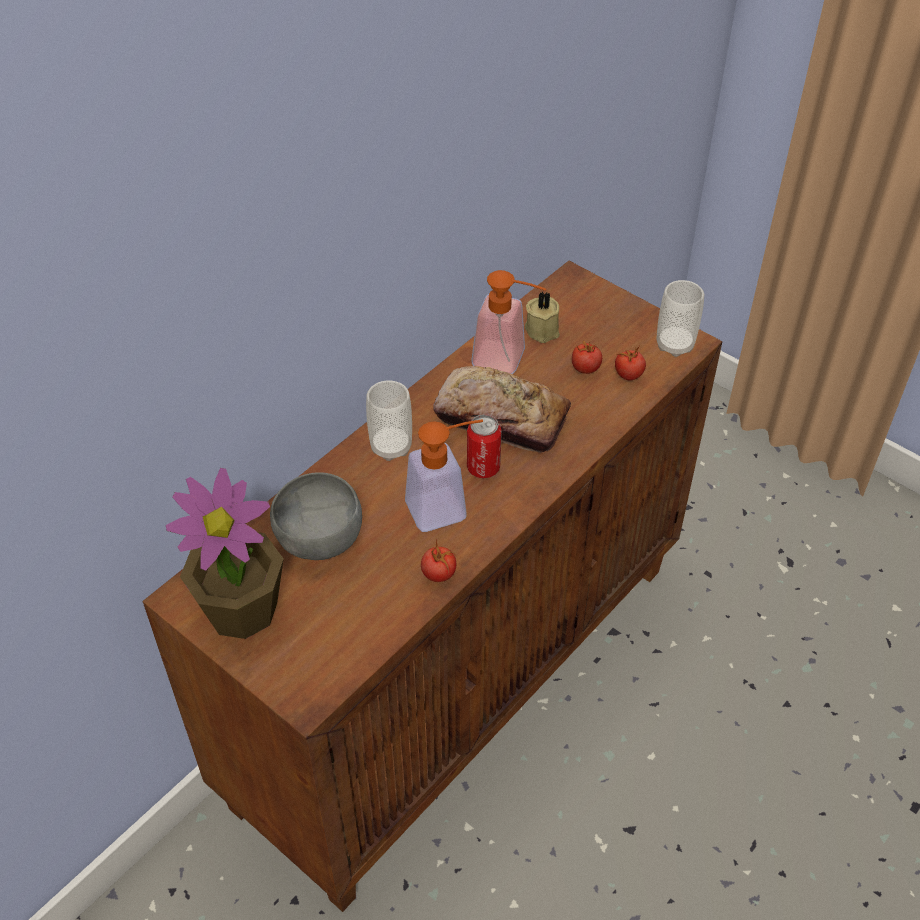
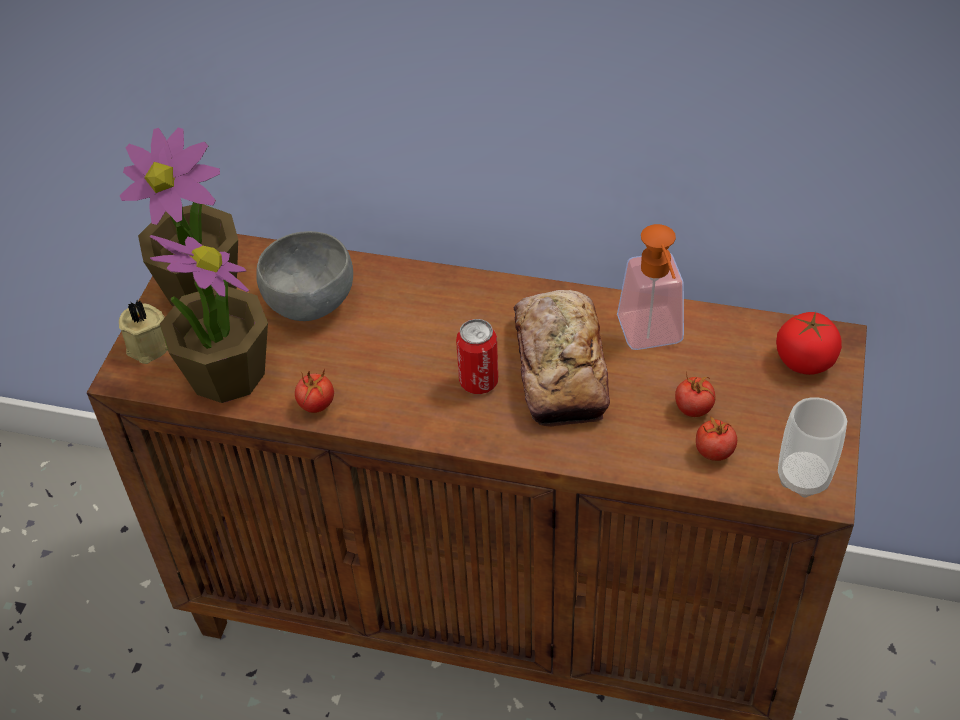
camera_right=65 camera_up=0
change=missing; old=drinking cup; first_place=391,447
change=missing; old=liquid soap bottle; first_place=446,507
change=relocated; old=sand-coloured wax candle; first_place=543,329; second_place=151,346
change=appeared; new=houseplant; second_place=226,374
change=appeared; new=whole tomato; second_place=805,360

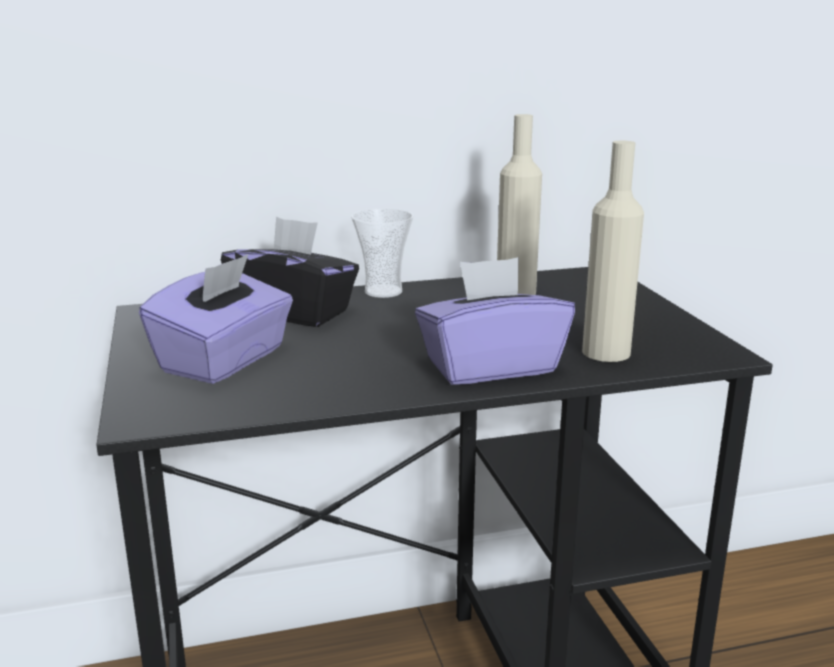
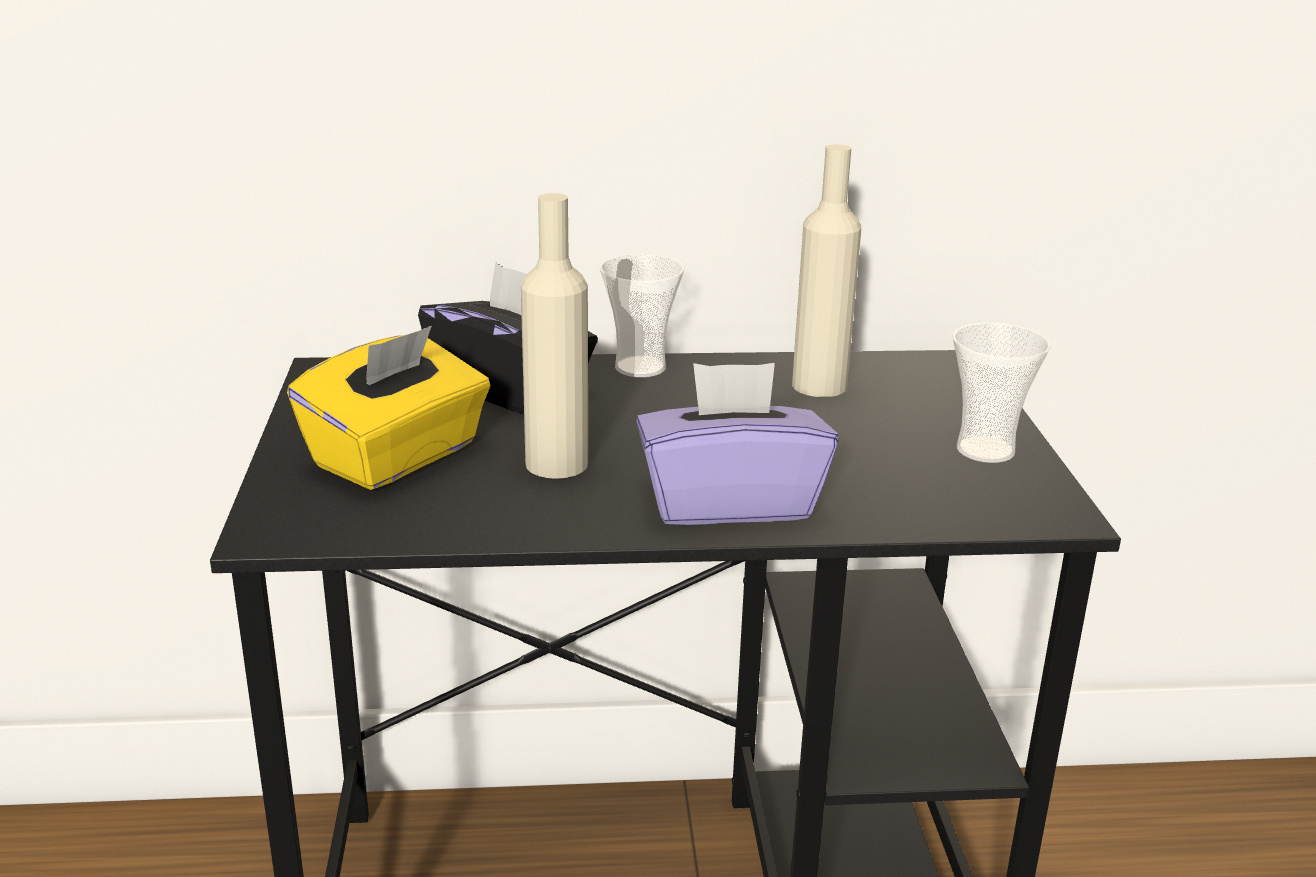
camera_right=10 camera_up=5
change=colour; old=purplish tissue box; new=yellow-coloured tissue box; first_place=225,360; second_place=397,456
change=relocated; old=sand-coloured bottle; first_place=606,352; second_place=556,463
change=appeared; new=drinking cup; second_place=985,450

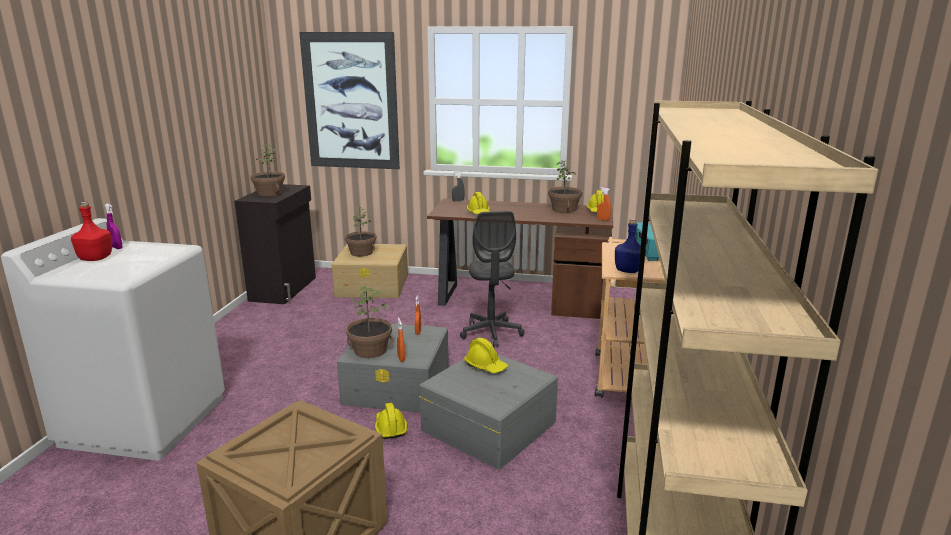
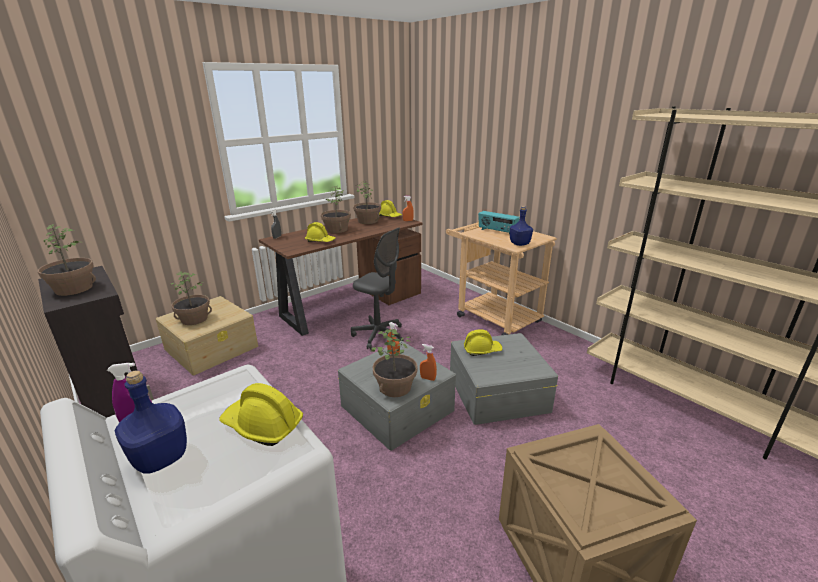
camera_right=-50 camera_up=5
change=colour; old=red bottle; new=blue bottle; first_place=95,259; second_place=161,458
change=missing; old=wall art; first_place=351,102
change=relocated; old=yellow-coloured work helmet; first_place=390,427; second_place=262,425
change=appeared; new=houseplant; second_place=336,230

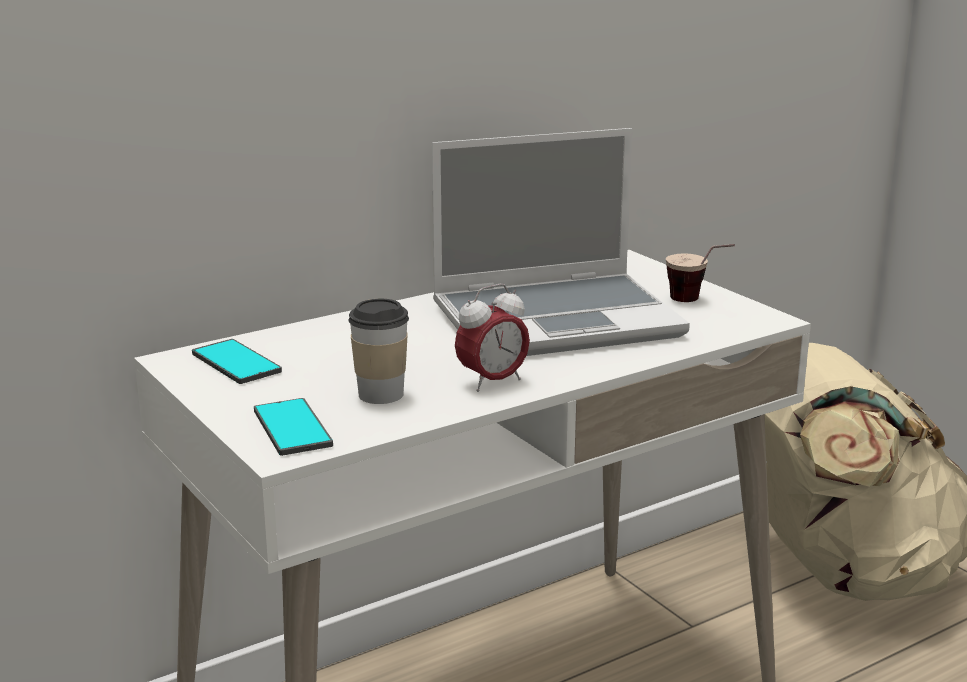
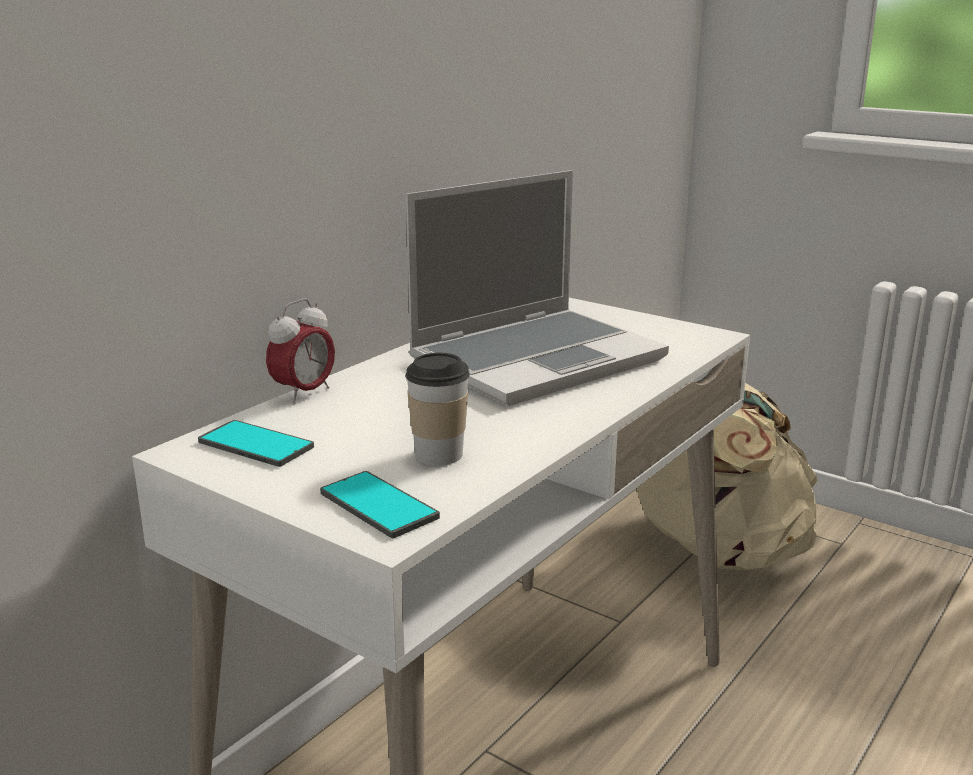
camera_right=-20 camera_up=0
change=relocated; old=bedside clock; first_place=492,382; second_place=304,393
change=missing; old=drinking cup; first_place=698,302

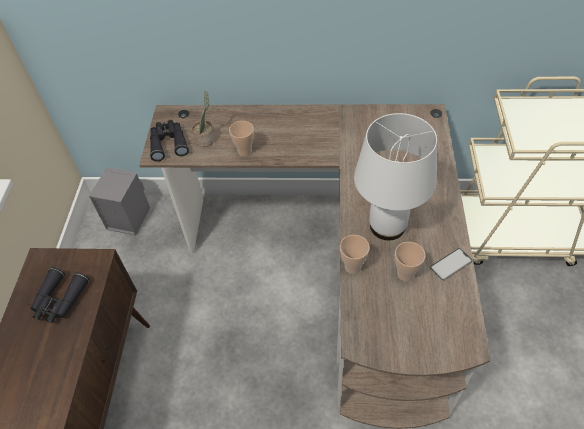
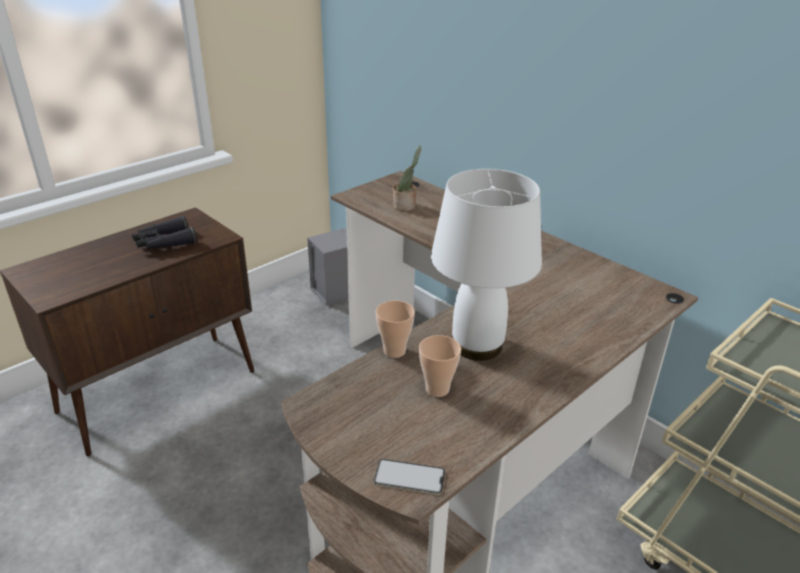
camera_right=40 camera_up=-20
change=missing; old=blackish binoculars; first_place=168,143
change=missing; old=drinking cup; first_place=244,151
change=relocated; old=phone; first_place=451,264; second_place=409,477

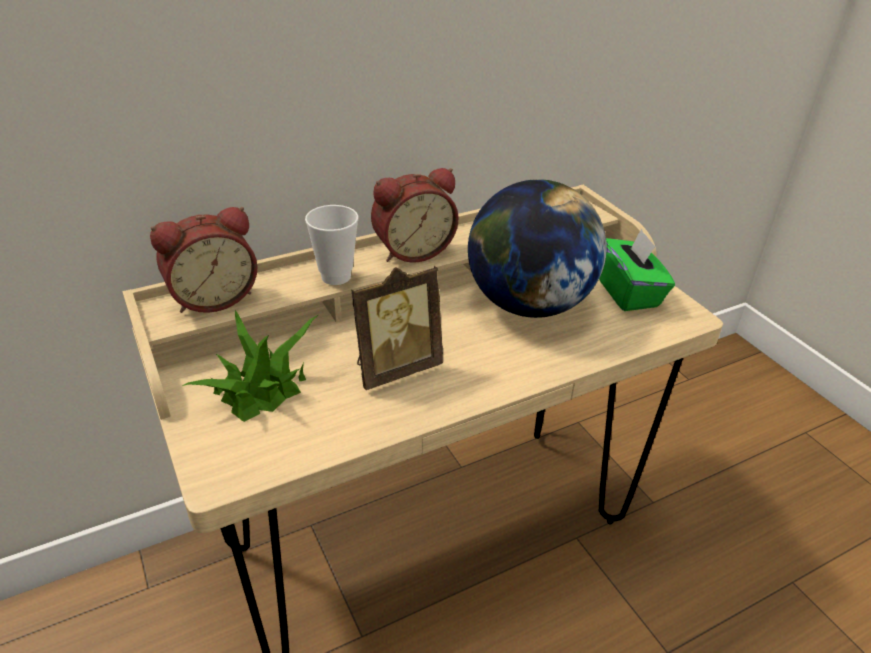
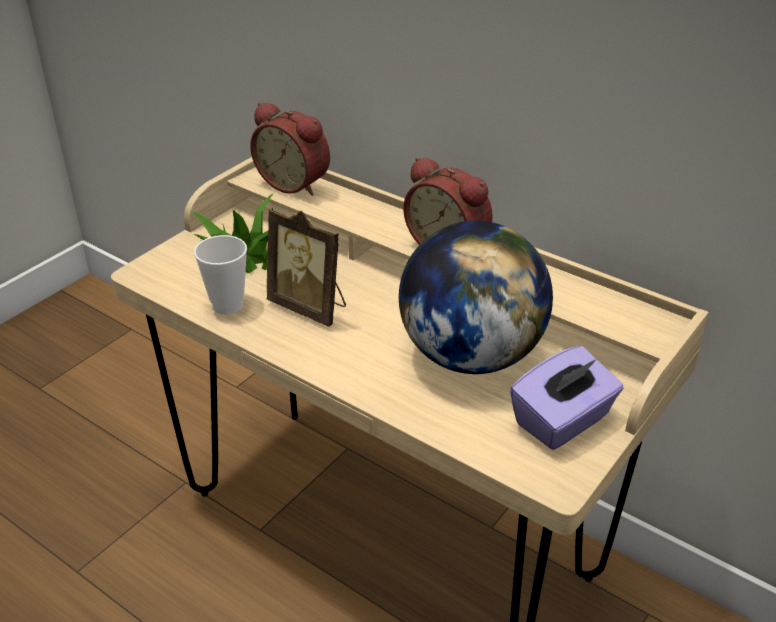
camera_right=65 camera_up=0
change=relocated; old=drinking cup; first_place=336,277; second_place=227,305
change=colour; old=green tissue box; new=purplish tissue box; first_place=628,292; second_place=563,421

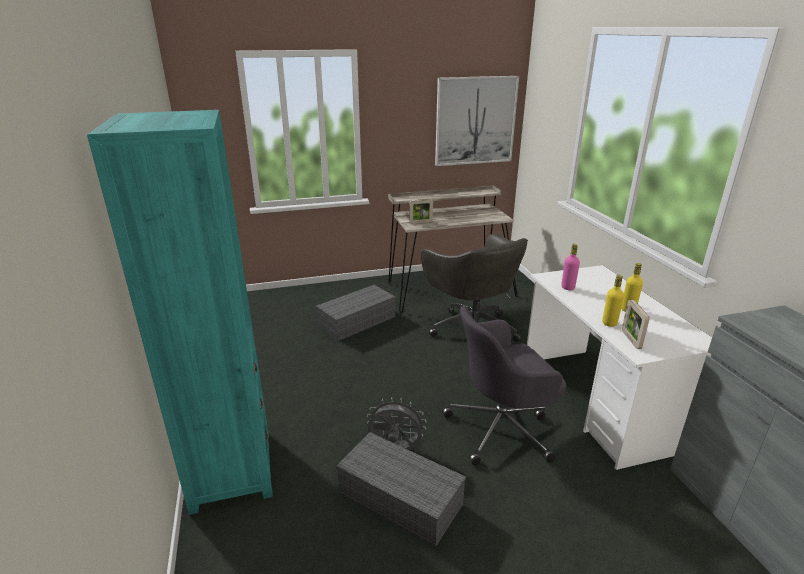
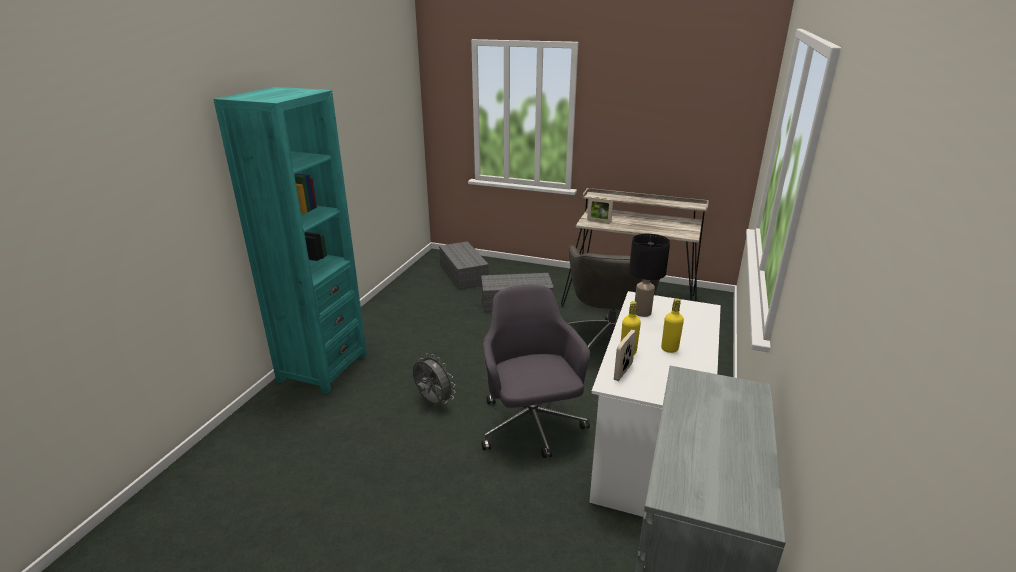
camera_right=35 camera_up=0
change=relocated; old=gray storage container; first_place=402,498; second_place=464,273
change=missing; old=wall art; first_place=475,121
change=spun; old=gray desk chair; first_place=501,428; second_place=531,426; degrees=60
change=exchanged; old=pink bottle; new=blackish lamp for a table; first_place=567,287; second_place=642,312

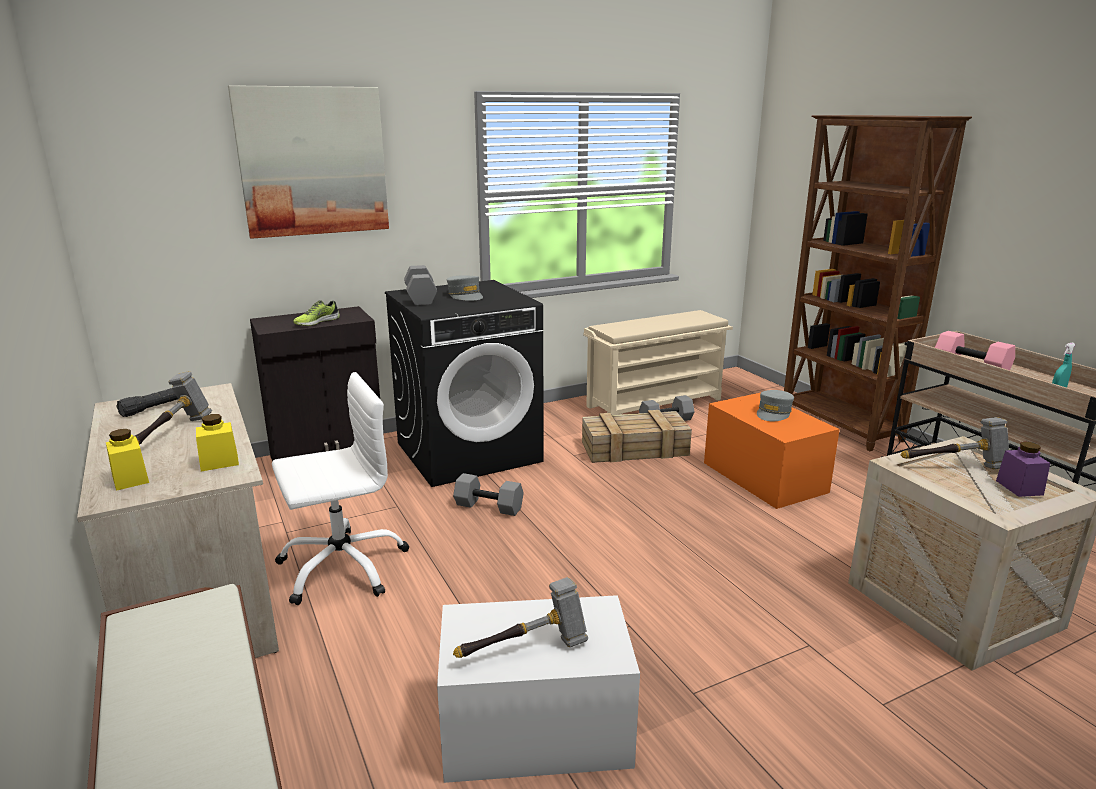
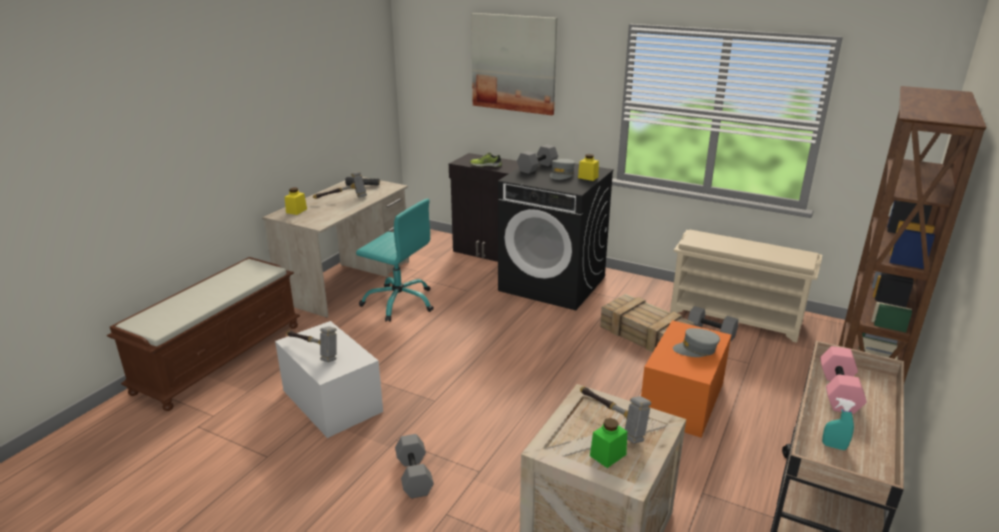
camera_right=55 camera_up=5
change=relocated; old=yellow-coloured storage jar; first_place=219,462; second_place=588,177
change=colour; old=white-coloured desk chair; new=blue-green desk chair; first_place=342,566; second_place=399,302
change=relocated; old=gray hand weight; first_place=490,506; second_place=415,476
change=colour; old=purplish storage jar; new=green storage jar; first_place=1019,487; second_place=608,455

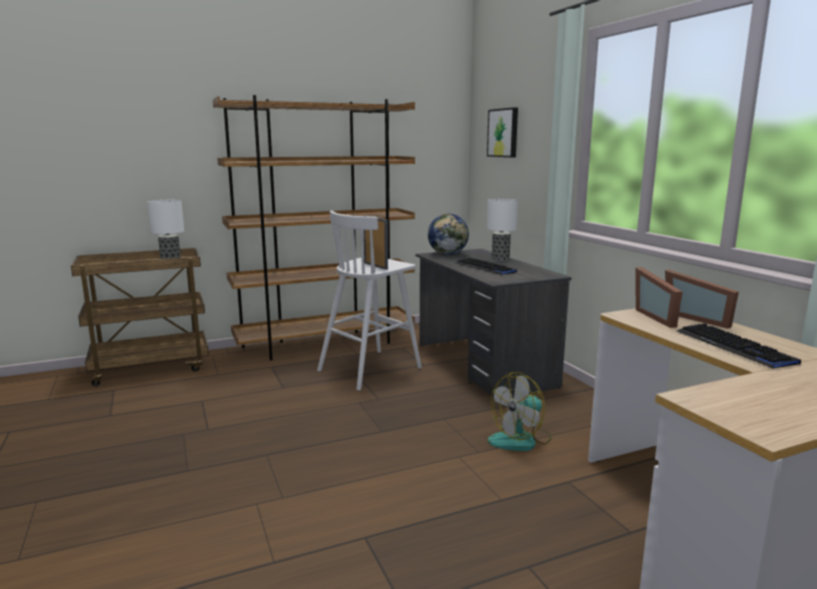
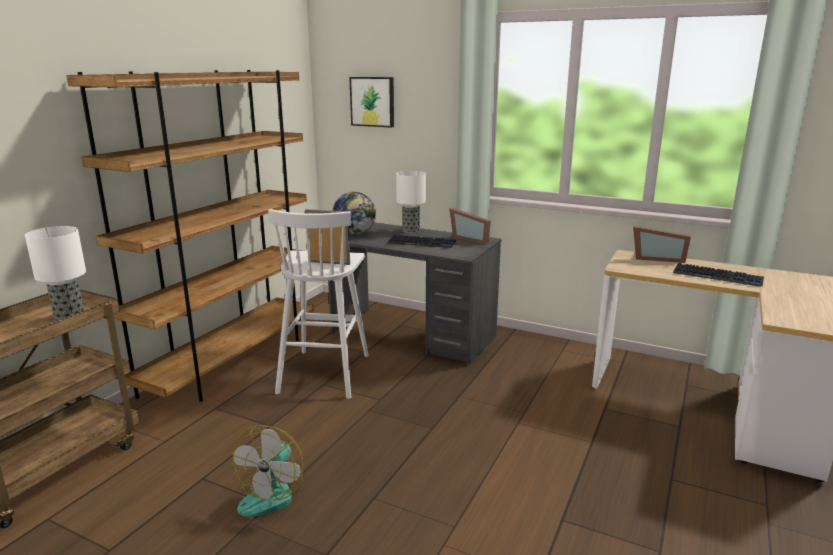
camera_right=-40 camera_up=5
change=relocated; old=electric fan; first_place=521,439; second_place=273,493
change=relocated; old=picture frame; first_place=659,317; second_place=471,239

